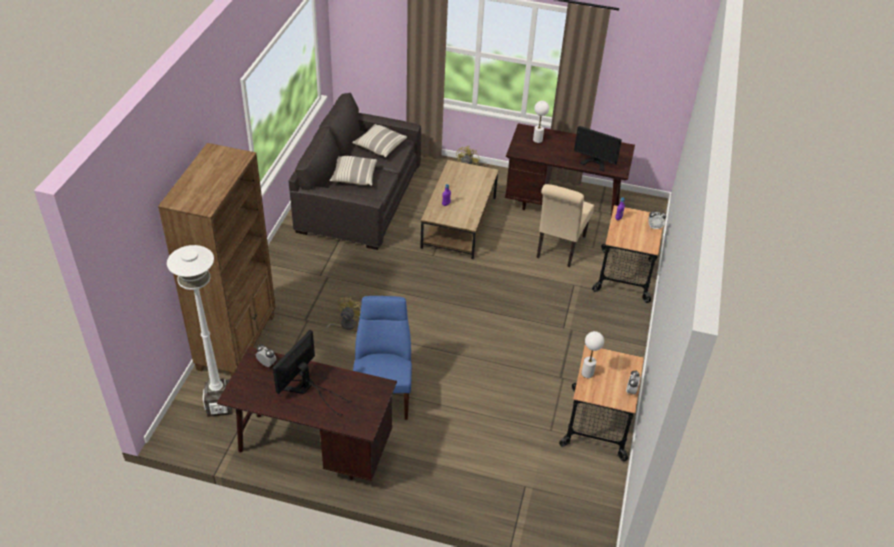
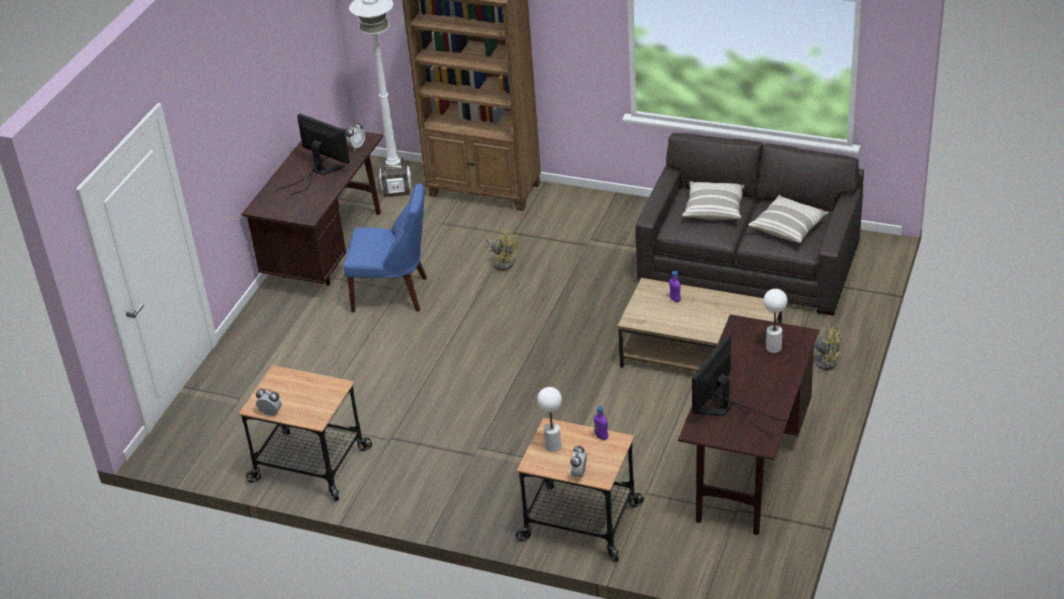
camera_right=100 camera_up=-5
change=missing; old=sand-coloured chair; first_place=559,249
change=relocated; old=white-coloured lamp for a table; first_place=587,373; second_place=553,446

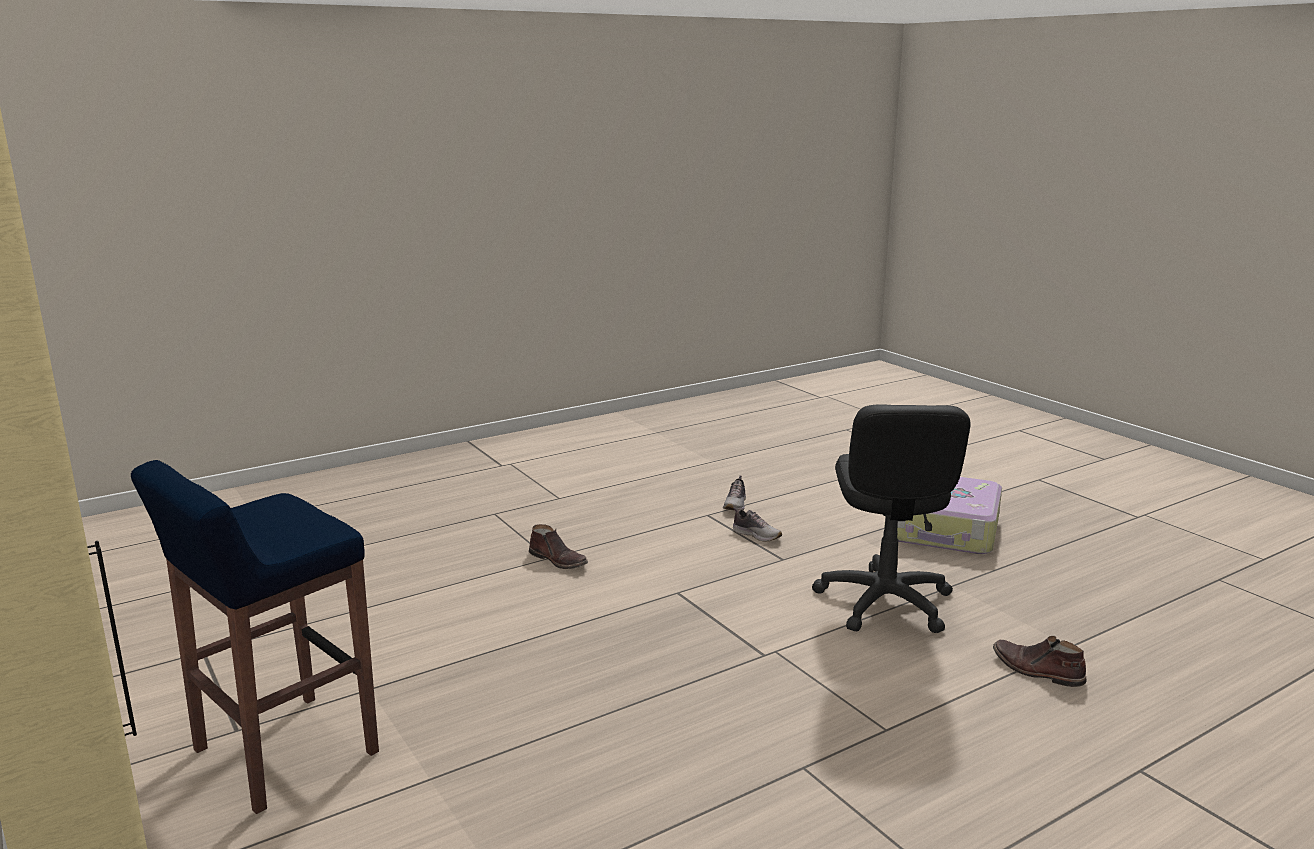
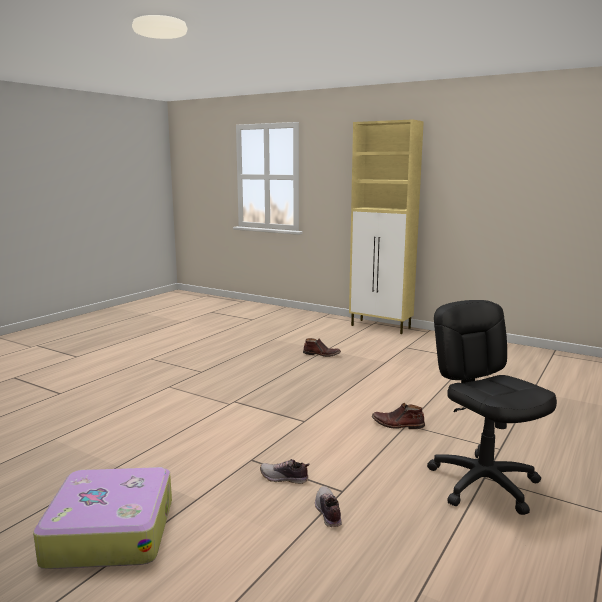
camera_right=155 camera_up=-5
change=missing; old=blue sitting stool; first_place=283,753
change=relocated; old=blackish desk chair; first_place=884,602; second_place=483,483
change=relocated; old=brownish boot; first_place=1037,670; second_place=322,354

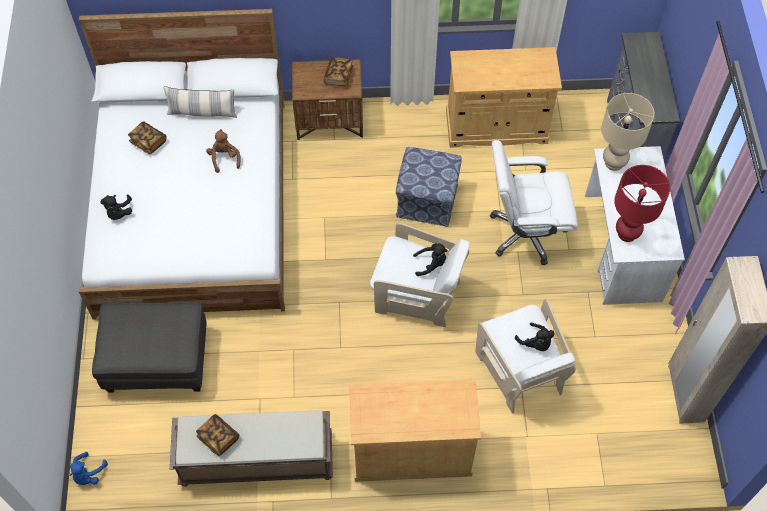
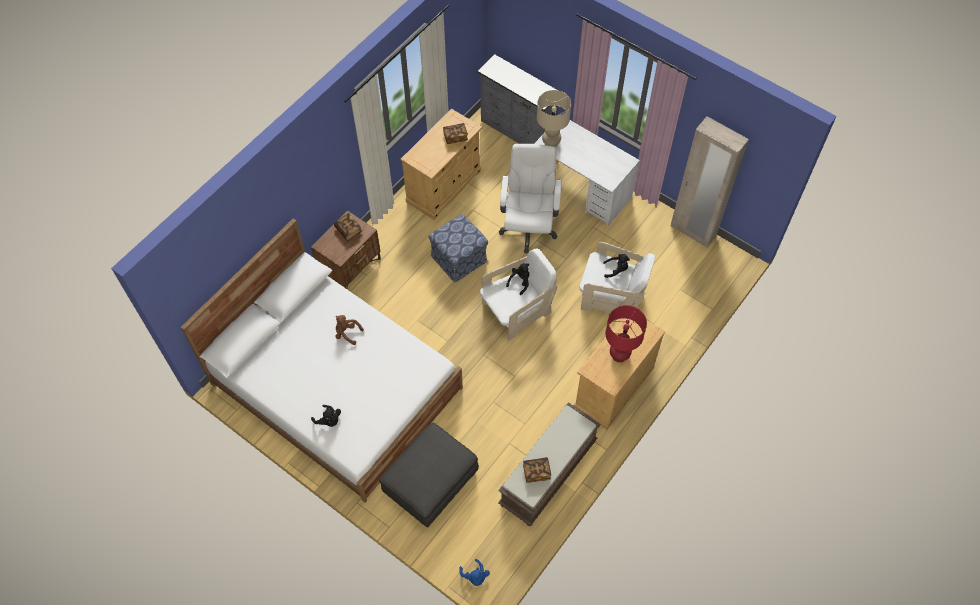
camera_right=-50 camera_up=0
change=relocated; old=book; first_place=148,142; second_place=455,137
change=missing; old=pillow; first_place=202,112
change=spun; old=white-coloured desk chair; first_place=525,233; second_place=528,227; degrees=150
change=relocated; old=red lamp for a table; first_place=626,234; second_place=619,356

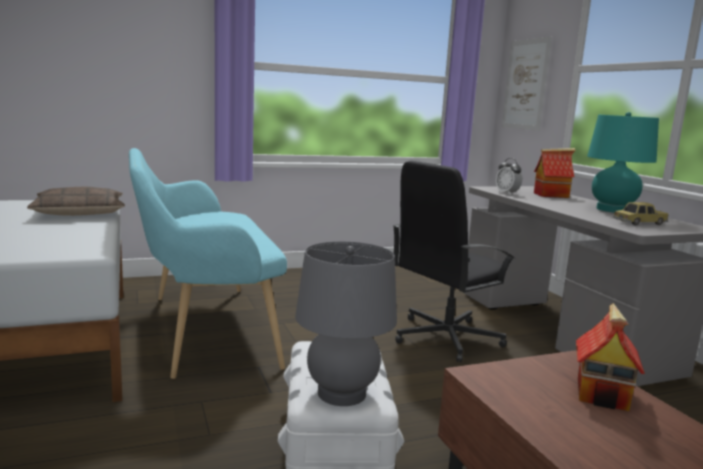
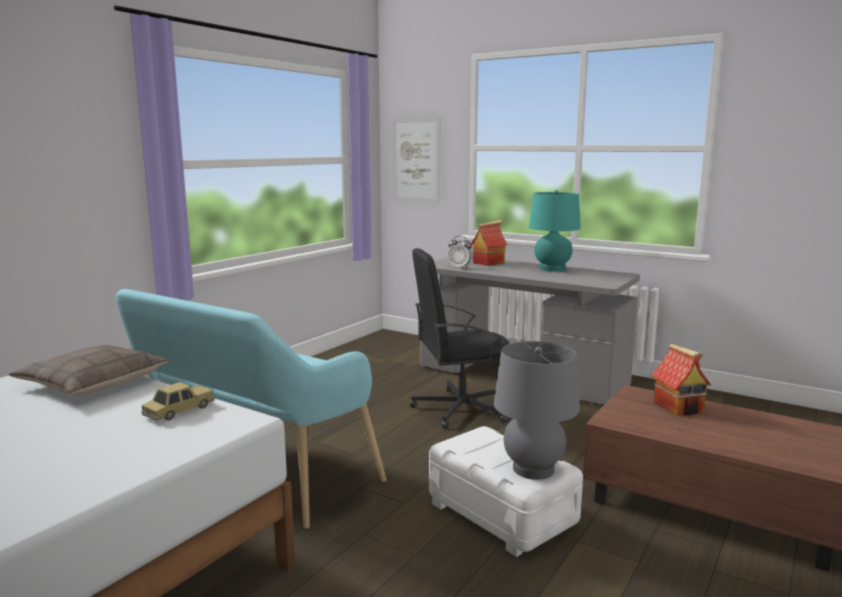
camera_right=-35 camera_up=0
change=spun; old=blackish desk chair; first_place=445,338; second_place=459,409; degrees=60
change=relocated; old=toy car; first_place=639,223; second_place=179,411

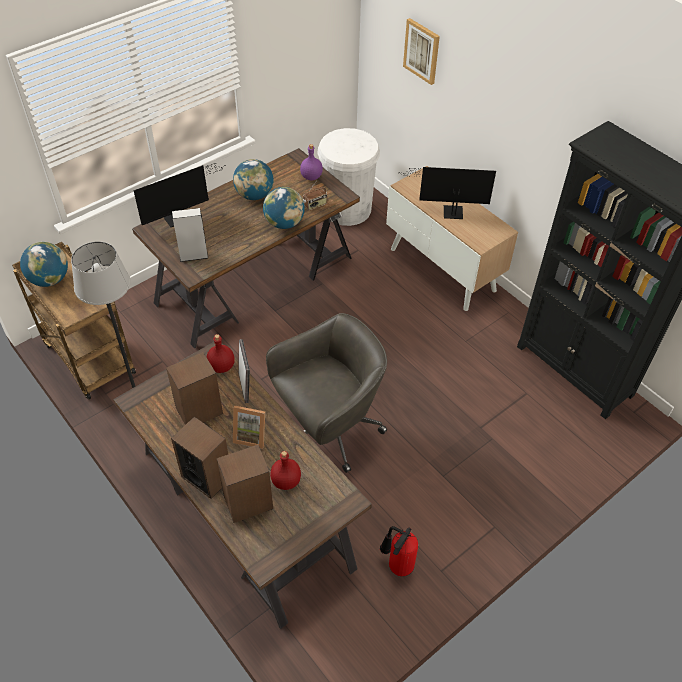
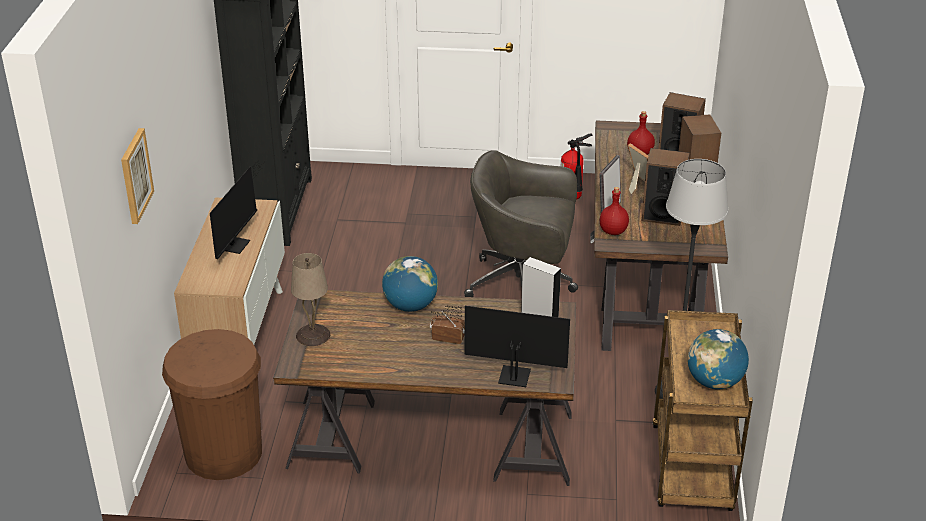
camera_right=-135 camera_up=-15
change=missing; old=desk globe; first_place=254,195
change=exchanged; old=purplish bottle; new=sand-coloured lamp for a table; first_place=311,177; second_place=313,335
change=relocated; old=radio set; first_place=315,205; second_place=448,338
change=colour; old=white-coloured waste bin; new=brownish waste bin; first_place=347,209; second_place=223,453
change=spun; old=computer display; first_place=449,211; second_place=237,242; degrees=-120

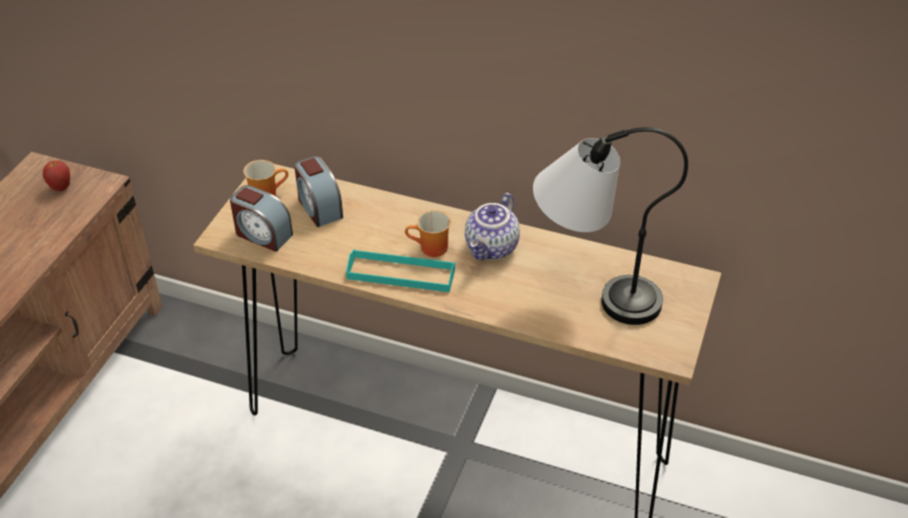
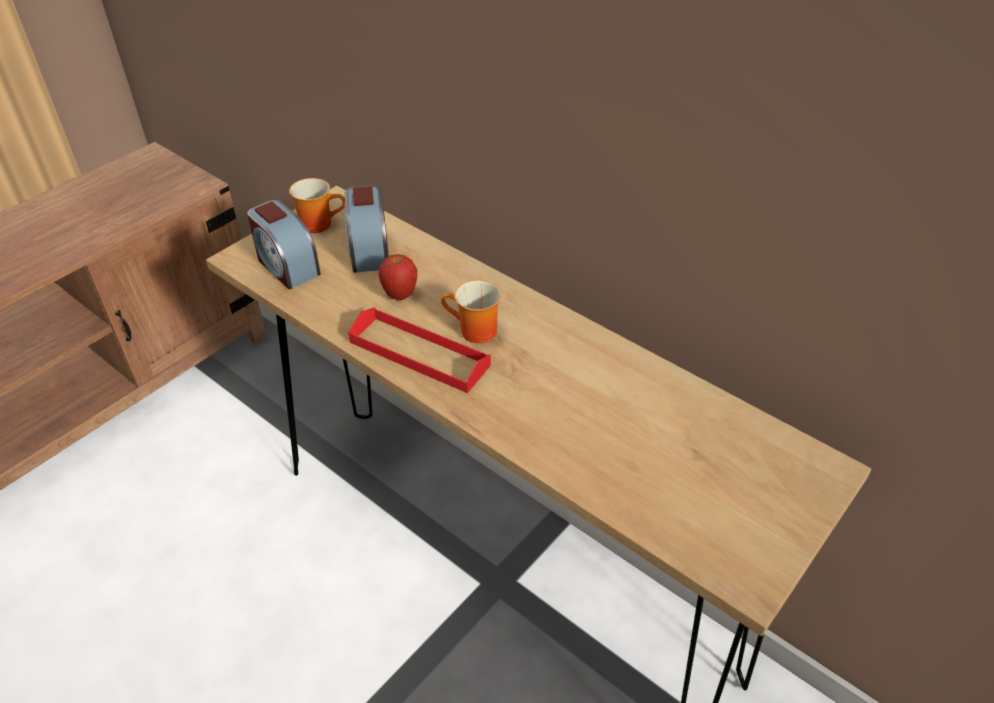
camera_right=20 camera_up=0
change=relocated; old=apple fruit; first_place=61,188; second_place=400,295
change=colour; old=blue-green serving tray; new=red serving tray; first_place=401,274; second_place=419,353
change=missing; old=pot for tea; first_place=492,248
change=missing; old=lamp for a table; first_place=591,291

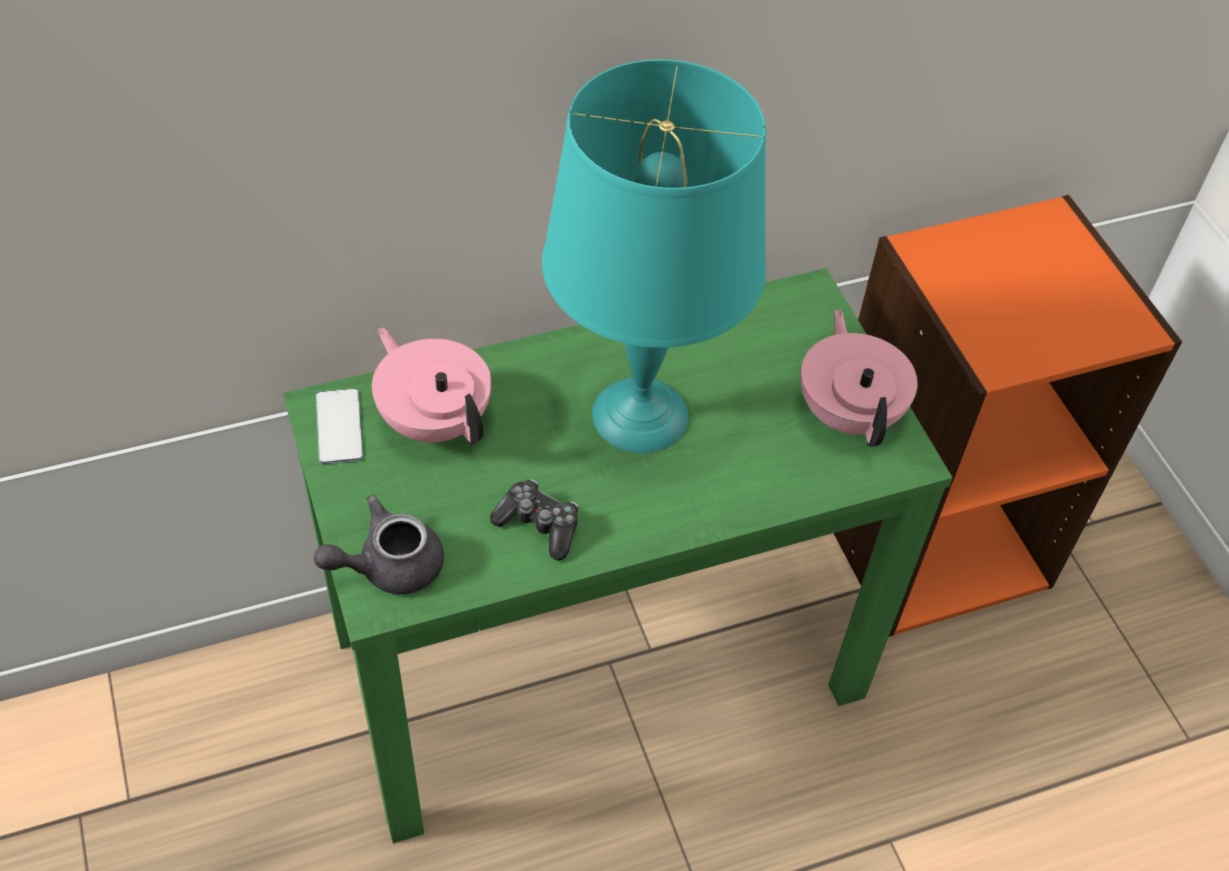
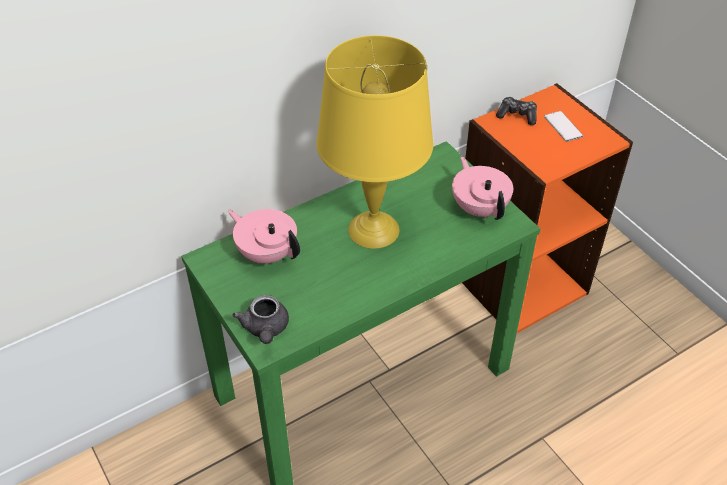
camera_right=-10 camera_up=-5
change=spun; old=gray pot for tea; first_place=388,566; second_place=265,329; degrees=-60
change=relocated; old=phone; first_place=339,427; second_place=563,126
change=relocated; old=joypad; first_place=539,525; second_place=517,115
change=colour; old=blue-green lamp for a table; new=yellow-coloured lamp for a table; first_place=638,414; second_place=372,229

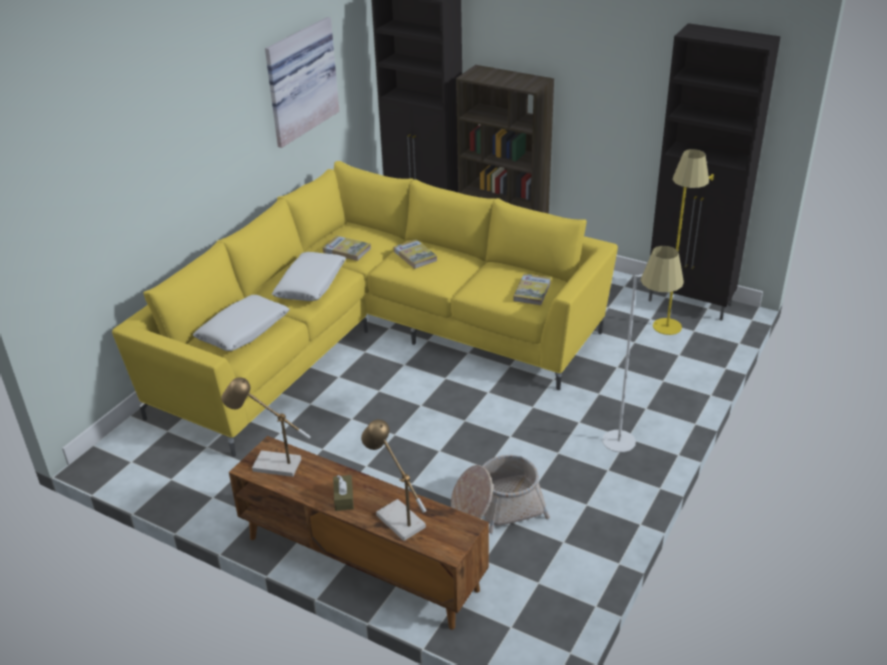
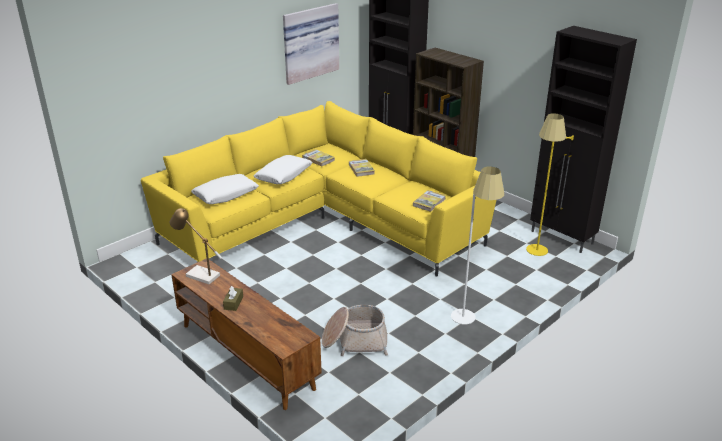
camera_right=15 camera_up=-5
change=missing; old=lamp for a table; first_place=395,518

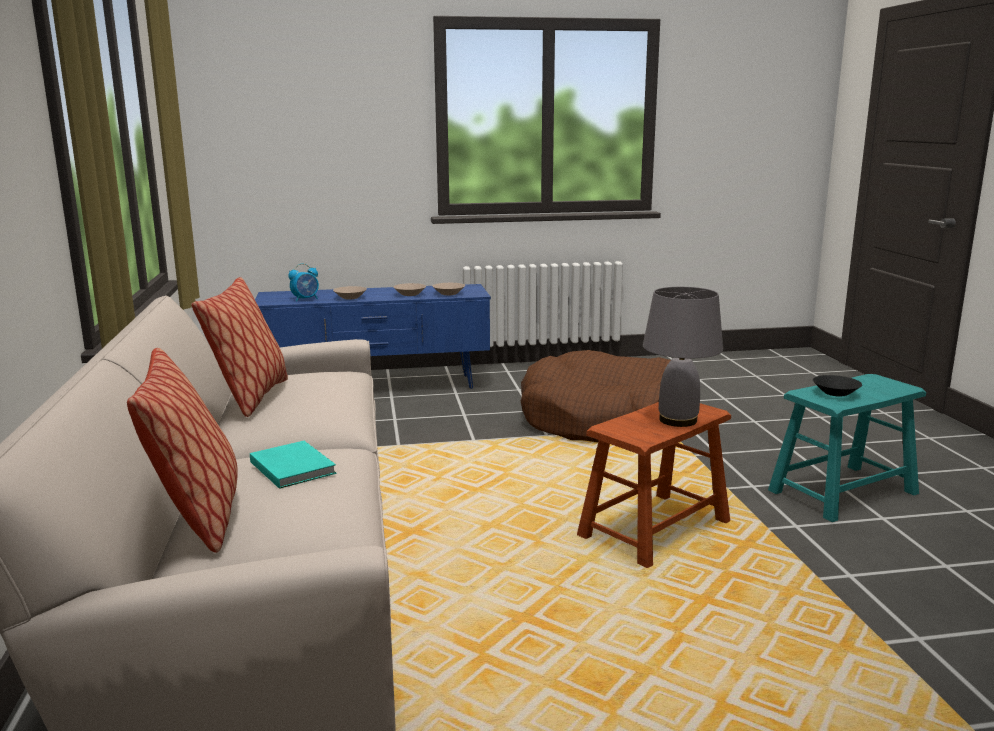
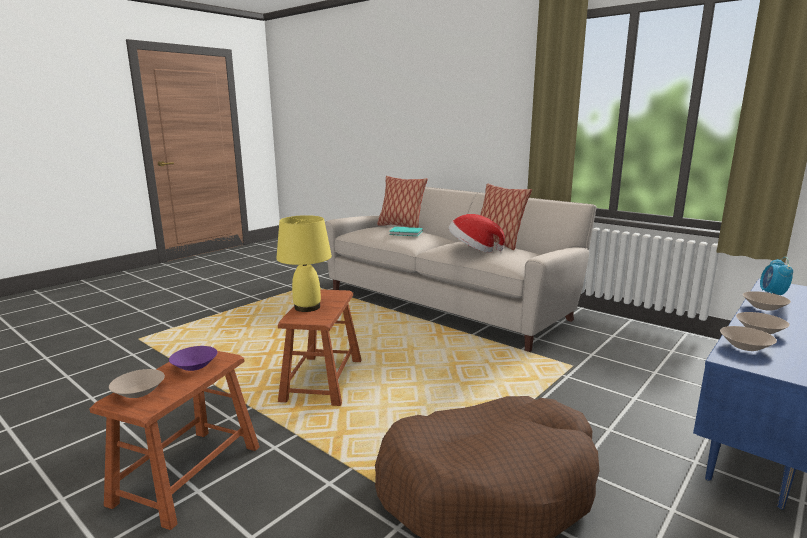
camera_right=140 camera_up=0
change=colour; old=gray lamp for a table; new=yellow-coloured lamp for a table; first_place=677,420; second_place=308,307
change=colour; old=blue-green sitting stool; new=brownish sitting stool; first_place=843,492; second_place=187,474
change=colour; old=blackish bowl; new=purplish bowl; first_place=836,393; second_place=194,366
change=appeared; new=sand-coloured bowl; second_place=138,392
change=appeared; new=clothing hat; second_place=473,250

